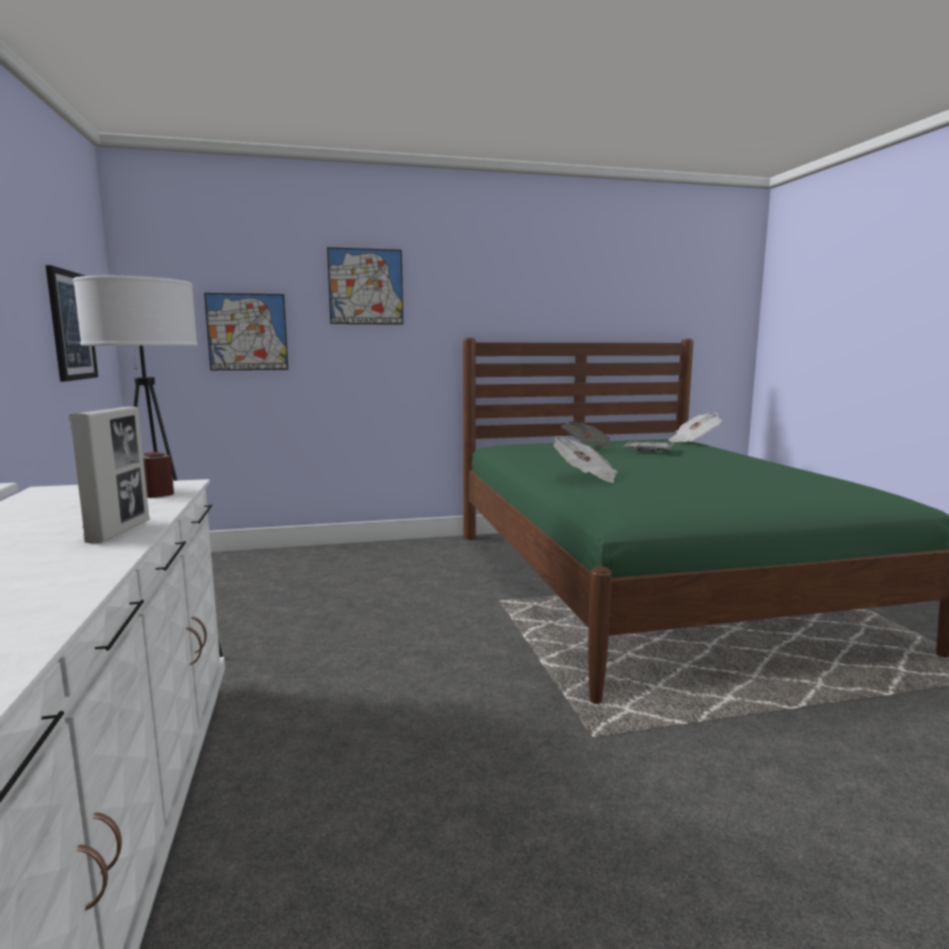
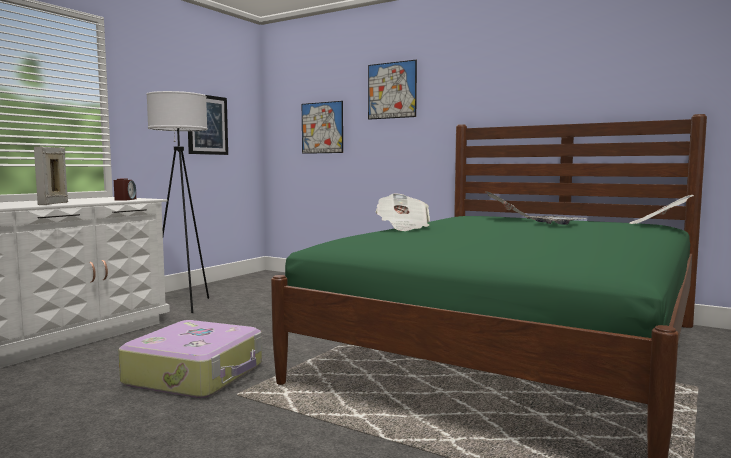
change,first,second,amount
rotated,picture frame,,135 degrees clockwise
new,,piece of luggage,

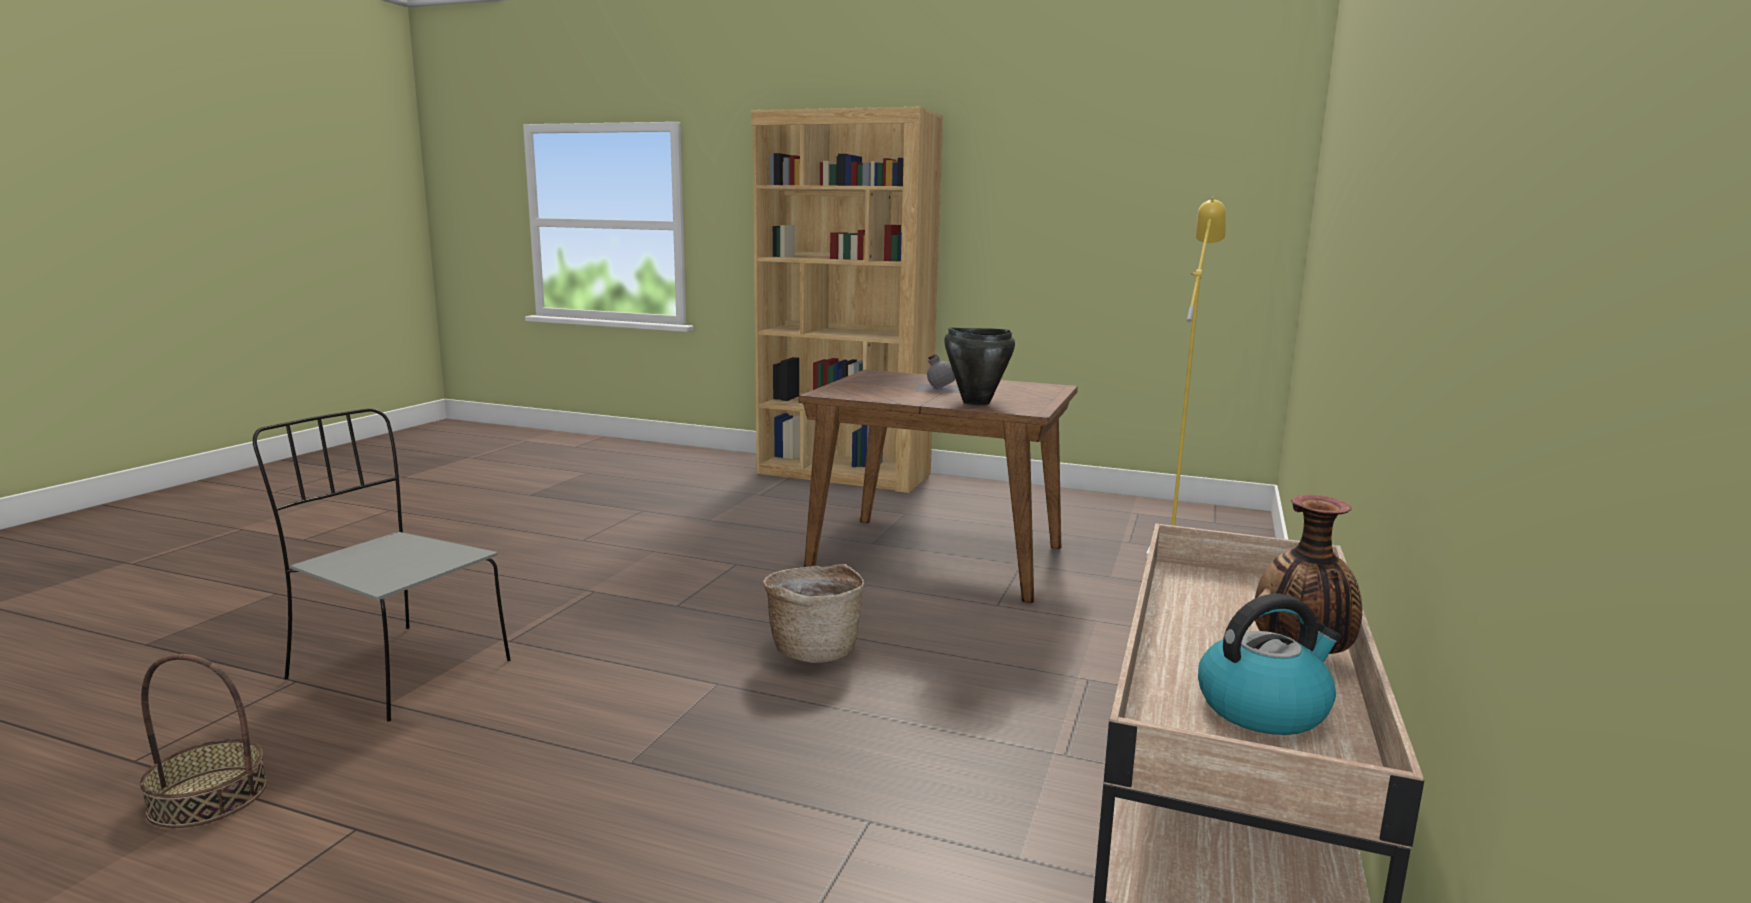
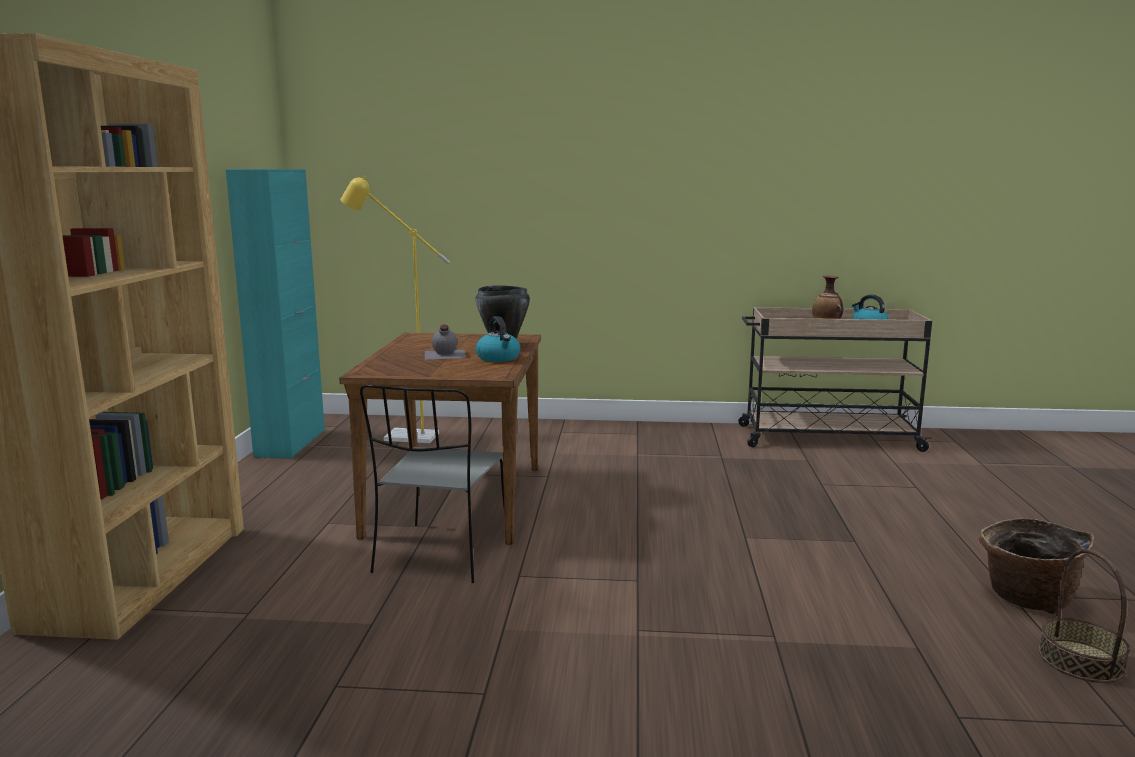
change,first,second,amount
shifted,plain chair/gray,,
shifted,household basket (no. 2 from left in the first image),household basket (no. 1 from left),
new,,cabinet/turquoise-coloured,
new,,kettle (no. 1 from left),

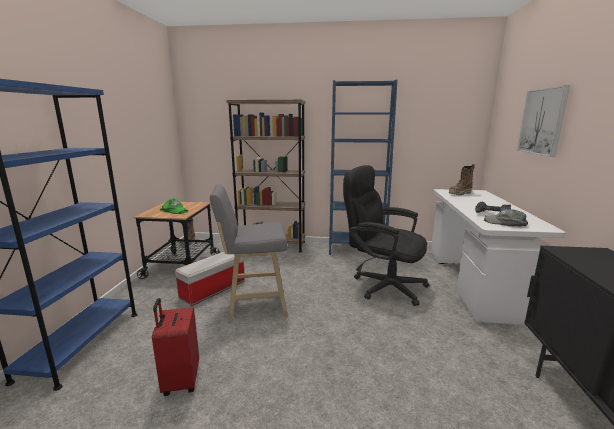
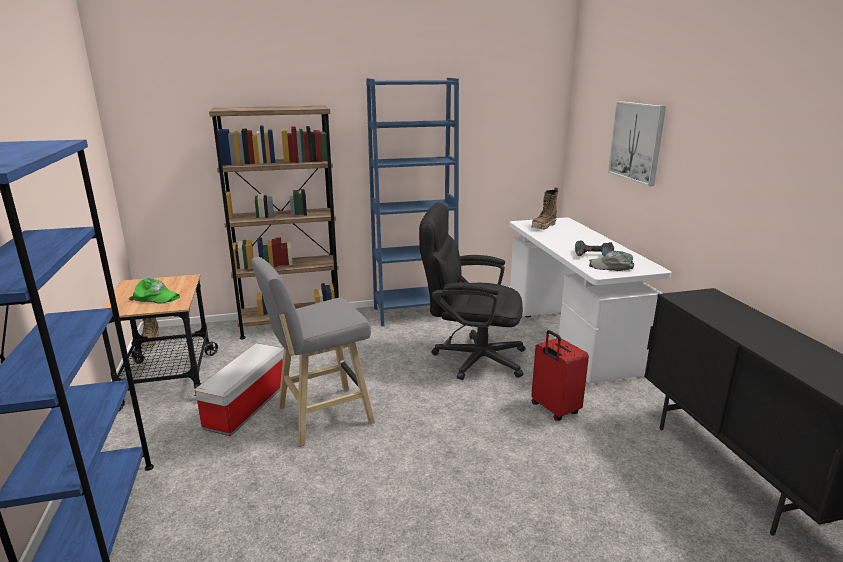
change,first,second,amount
shifted,piece of luggage/reddish,,

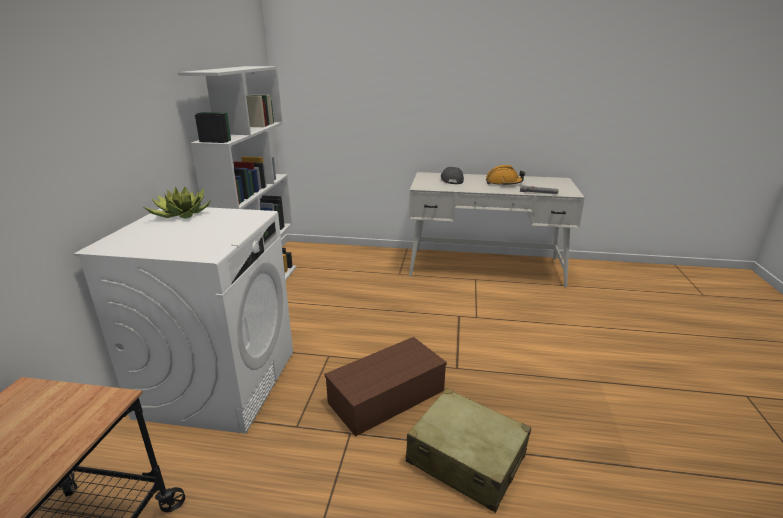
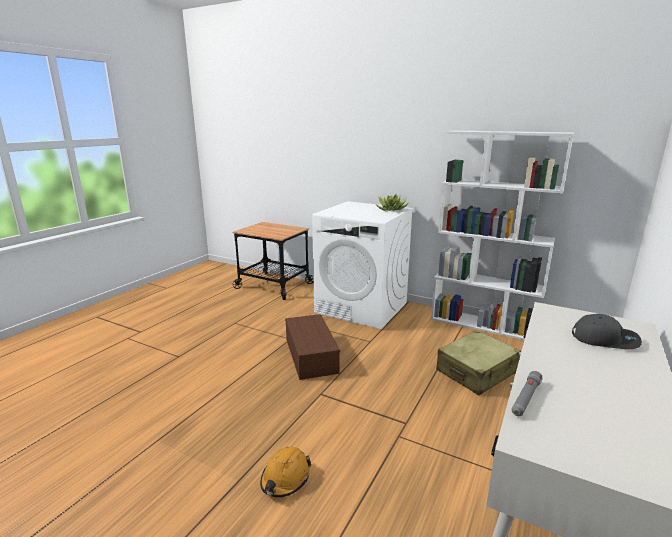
change,first,second,amount
shifted,piece of luggage/beige,,
shifted,work helmet/orange,,

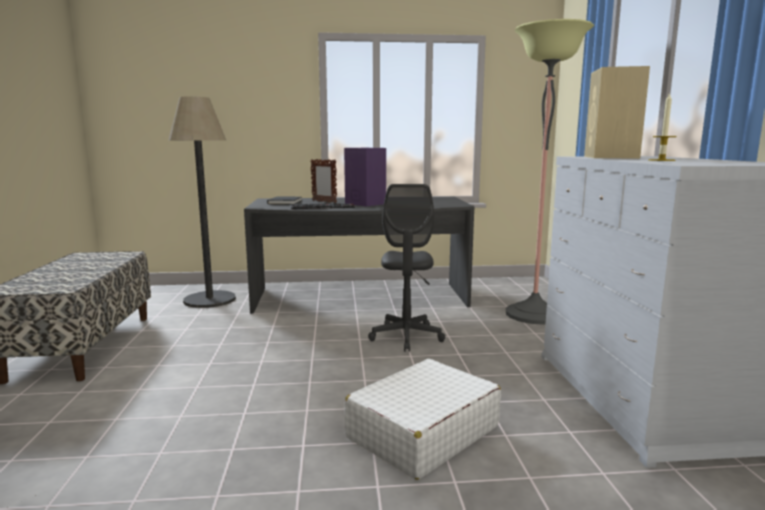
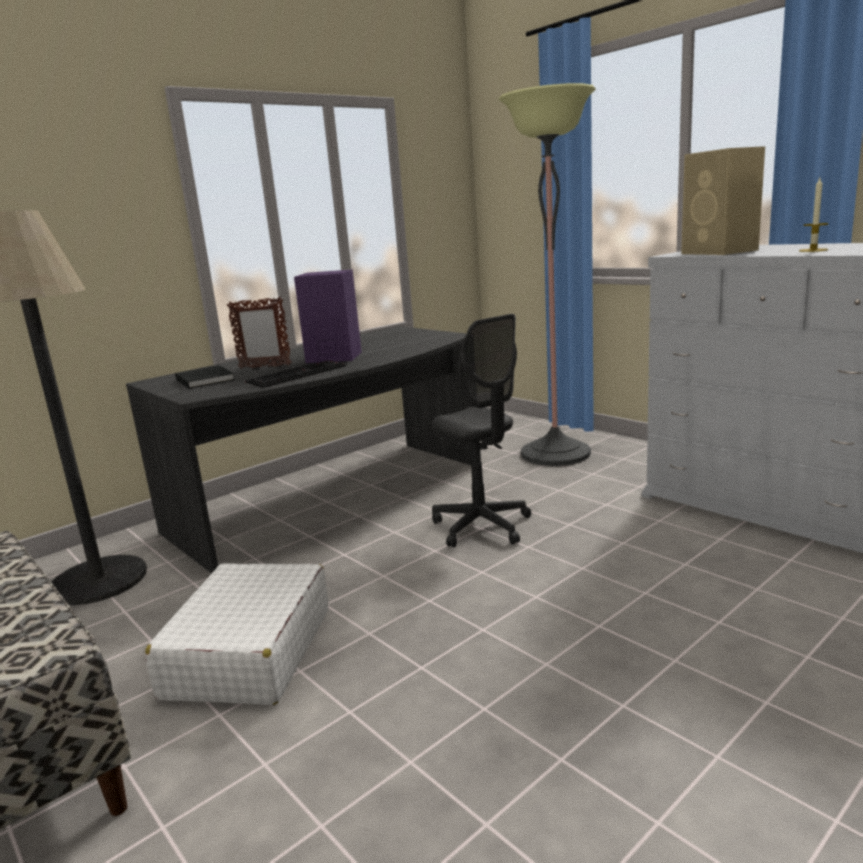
change,first,second,amount
shifted,piece of luggage/white,,

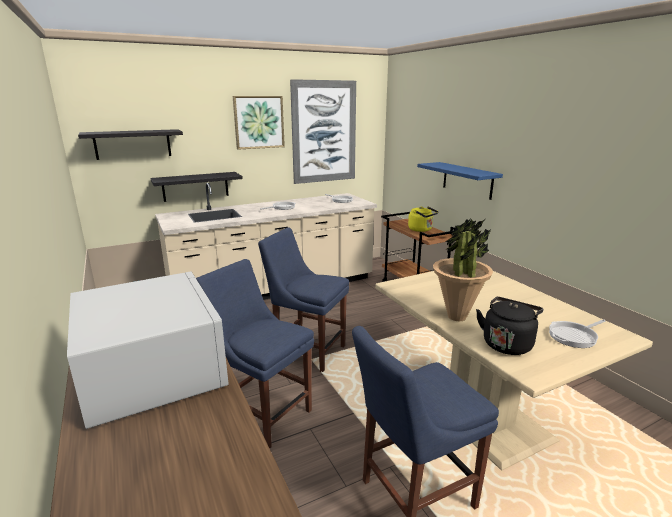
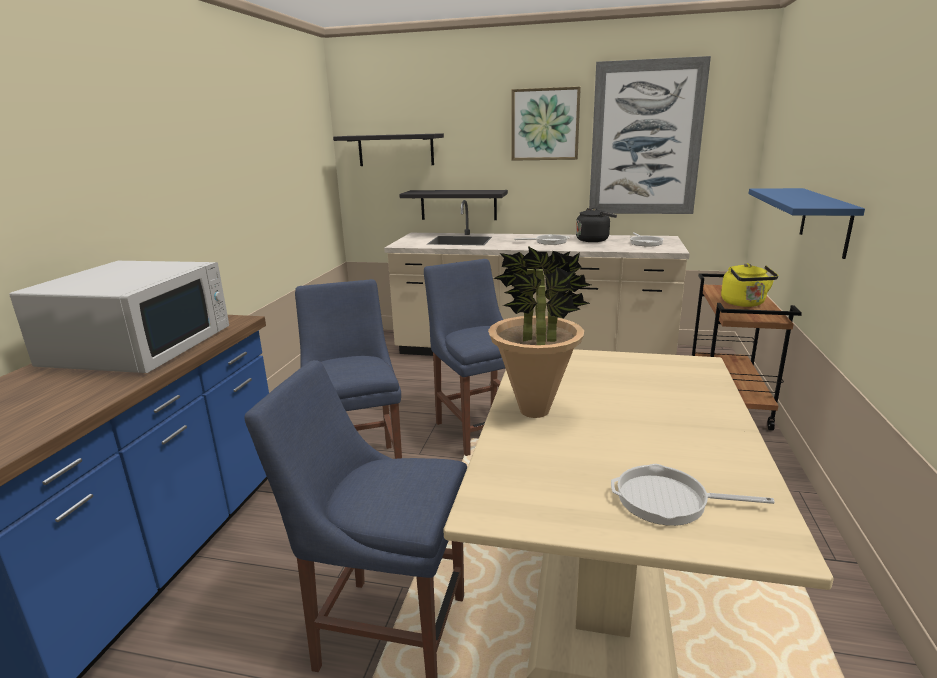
change,first,second,amount
shifted,kettle/black-coloured,,

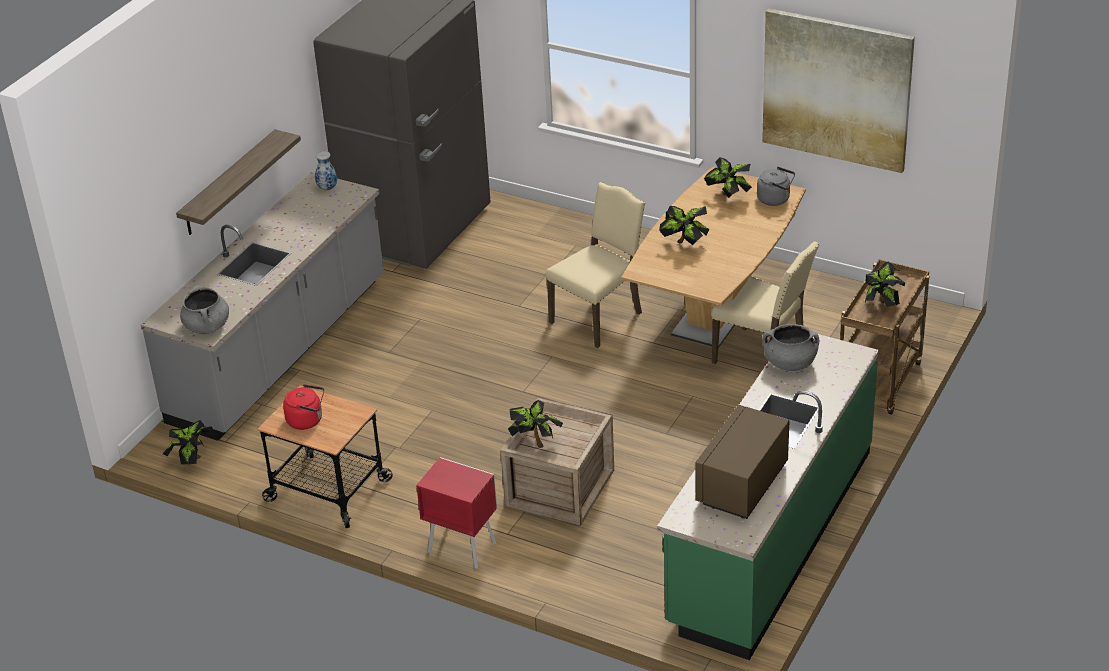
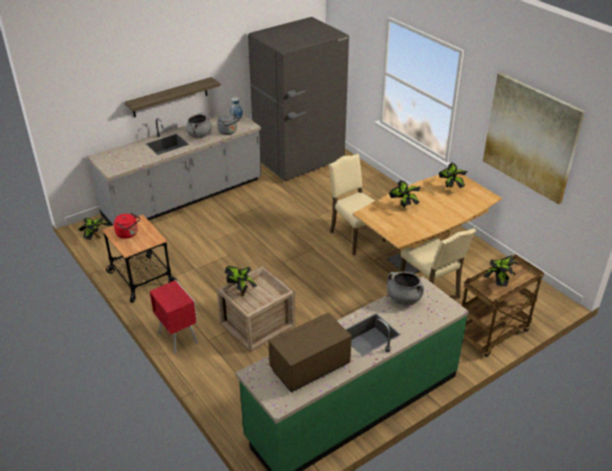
change,first,second,amount
shifted,cooking pot/gray (no. 1 from left),,
rotated,plain chair/beige (no. 1 from left),,105 degrees counterclockwise
shifted,kettle/gray,,

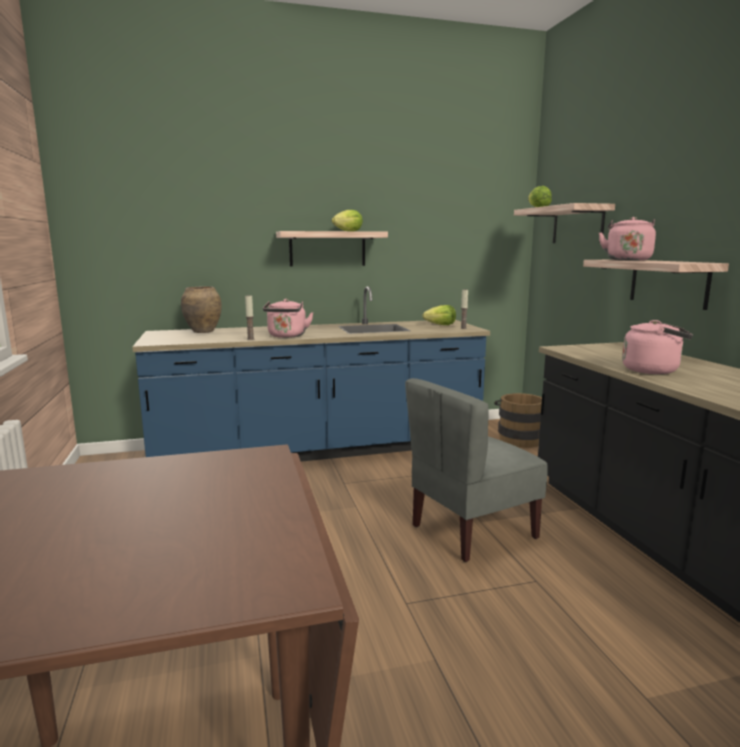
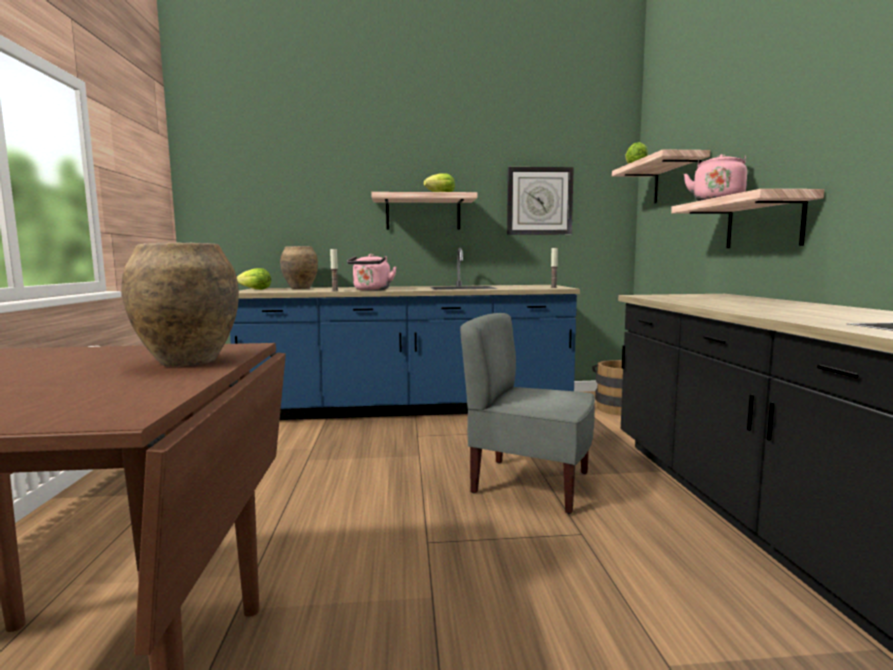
change,first,second,amount
rotated,plain chair/gray,,45 degrees clockwise
shifted,head of lettuce (no. 2 from left in the first image),head of lettuce (no. 1 from left),
gone,kettle/pink (no. 3 from left),,
new,,vase/brownish (no. 1 from left),
new,,wall clock,

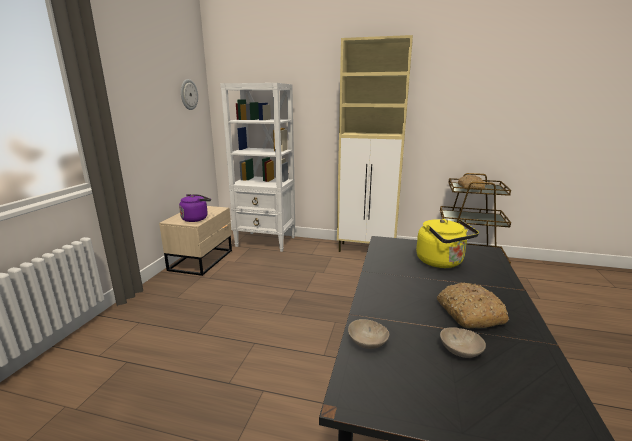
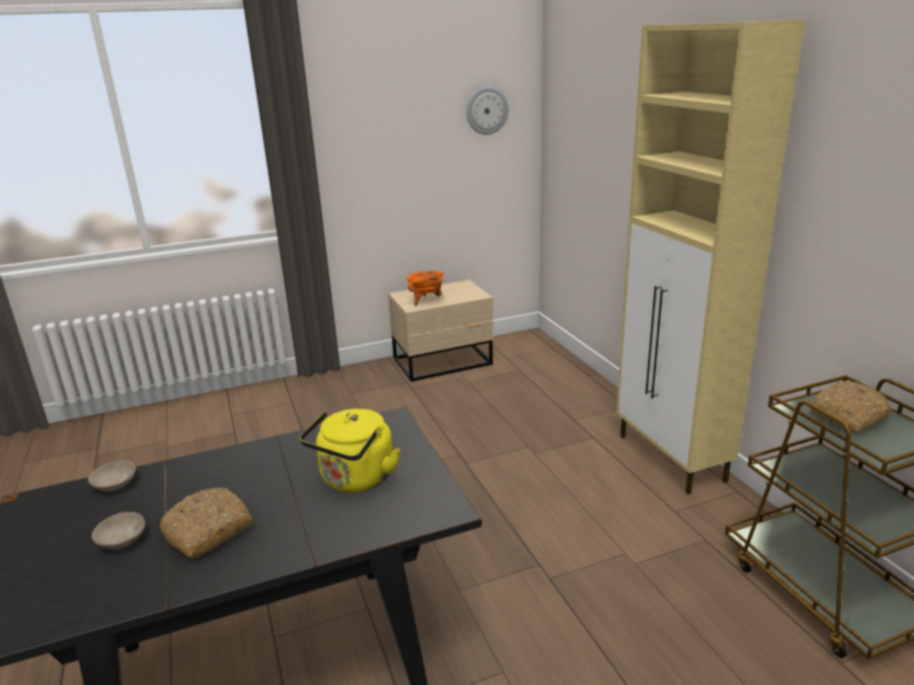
change,first,second,amount
swapped,kettle/purple-coloured,cooking pot/orange,
gone,bookcase/white,,

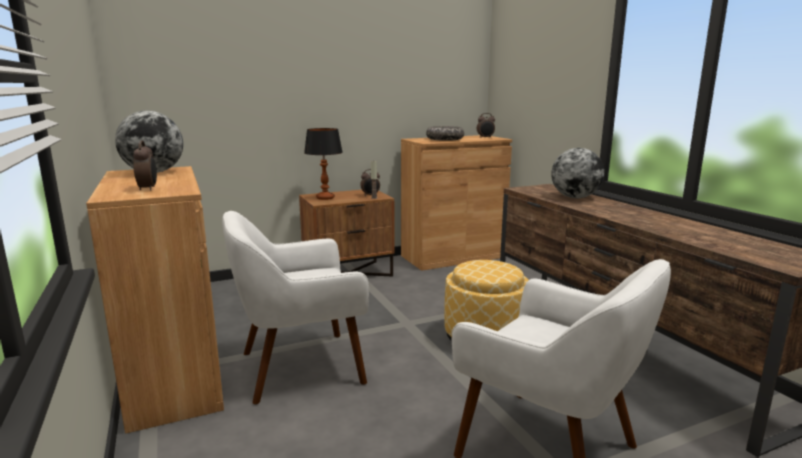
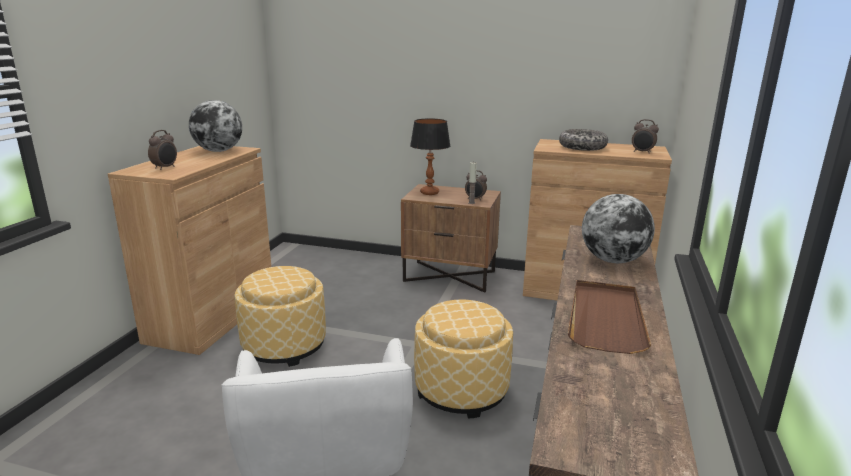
change,first,second,amount
swapped,armchair/white (no. 1 from left),ottoman (no. 1 from left),
new,,tray/brownish,

